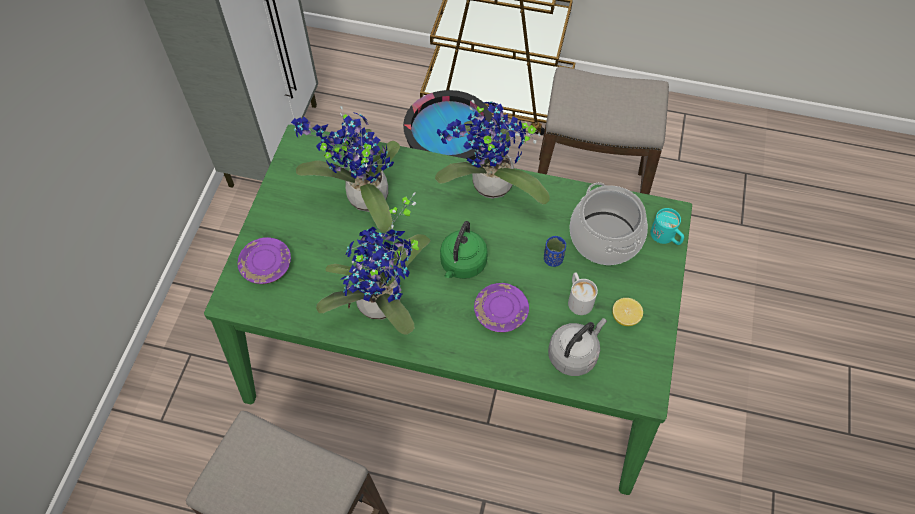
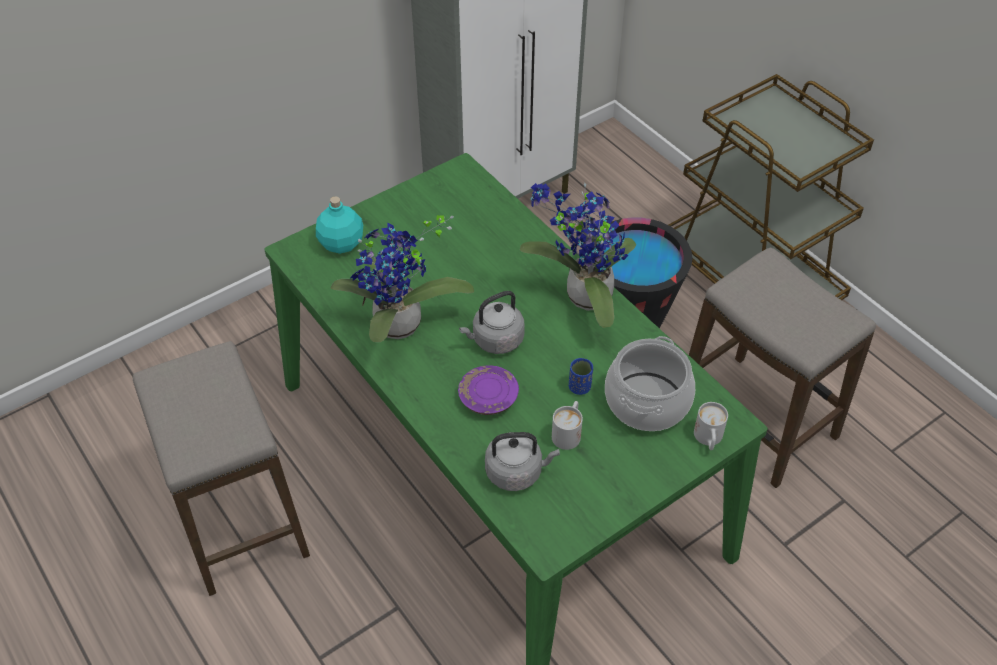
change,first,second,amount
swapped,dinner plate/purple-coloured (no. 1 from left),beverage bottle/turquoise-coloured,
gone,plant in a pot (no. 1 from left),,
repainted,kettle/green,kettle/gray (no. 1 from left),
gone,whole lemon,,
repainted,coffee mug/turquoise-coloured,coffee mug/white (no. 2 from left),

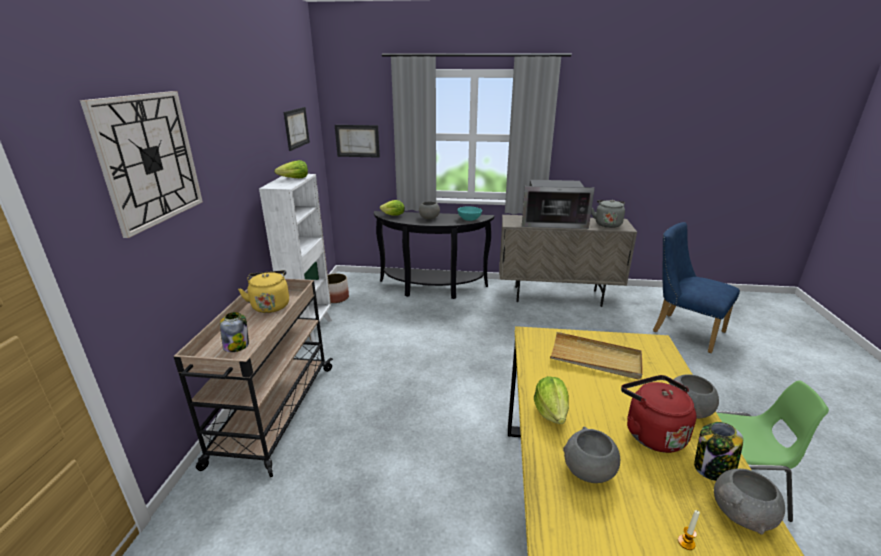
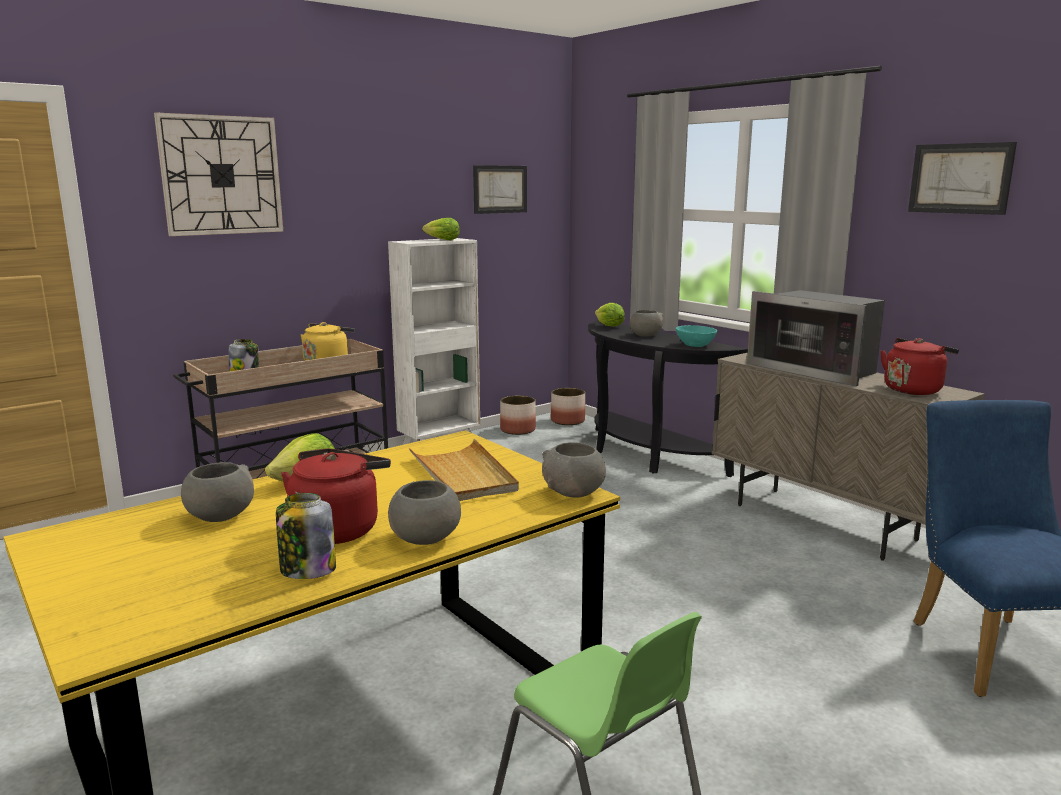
change,first,second,amount
shifted,wall art (no. 2 from left),,
repainted,kettle/gray,kettle/reddish (no. 2 from left),
gone,candle,,
shifted,serving bowl/gray (no. 4 from left in the first image),serving bowl/gray (no. 3 from left),
new,,flower pot (no. 2 from left),

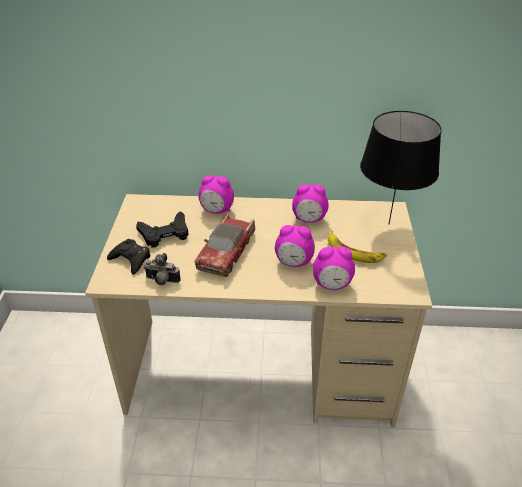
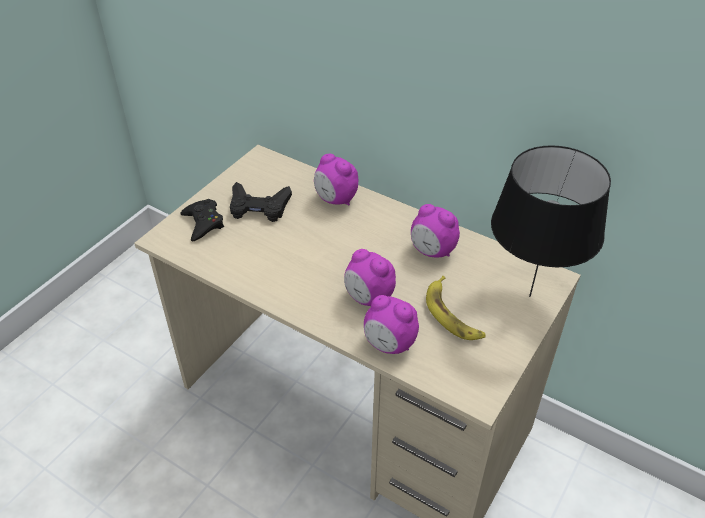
change,first,second,amount
gone,photo camera,,
gone,toy car,,

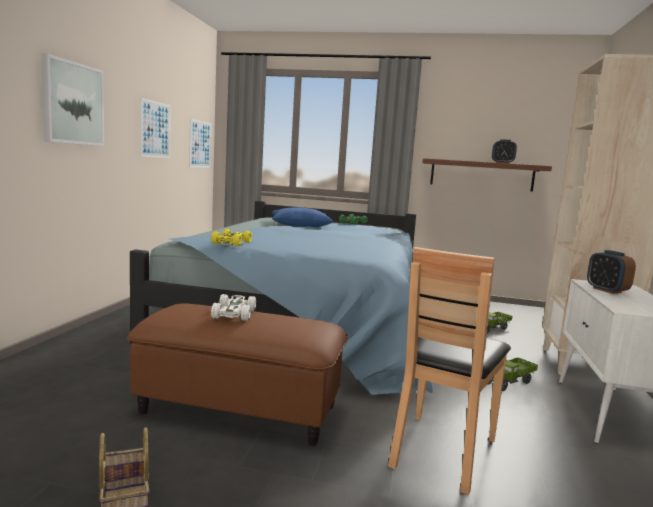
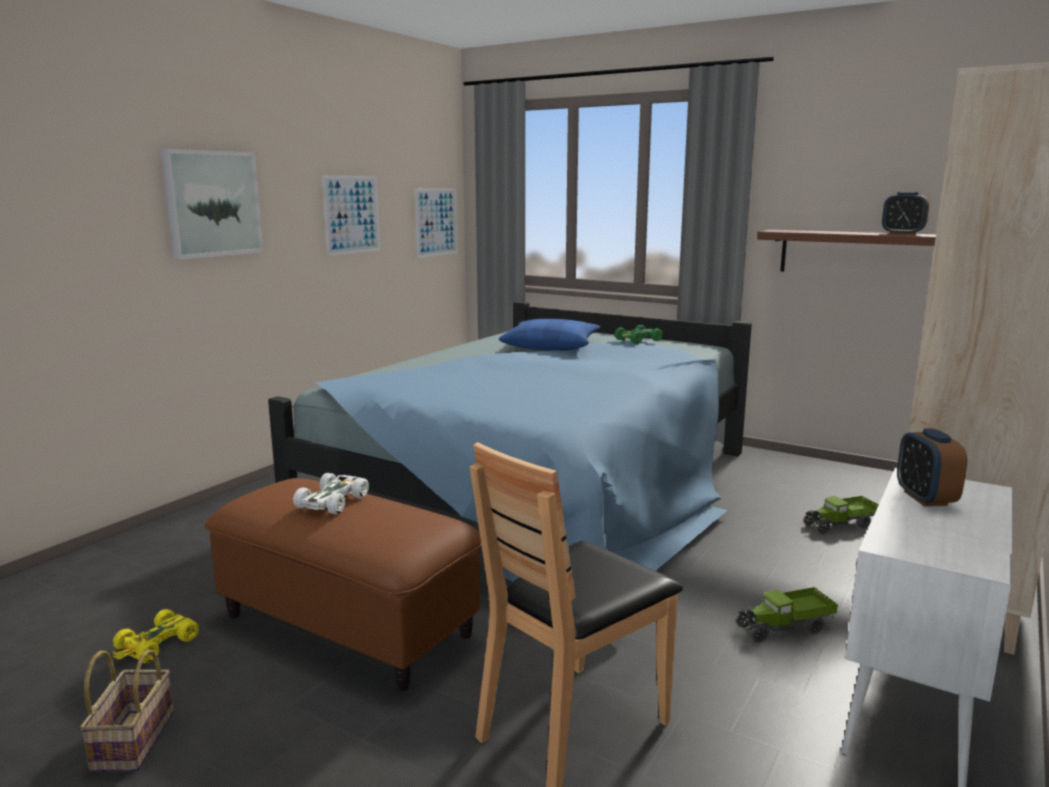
change,first,second,amount
shifted,toy car/yellow,,

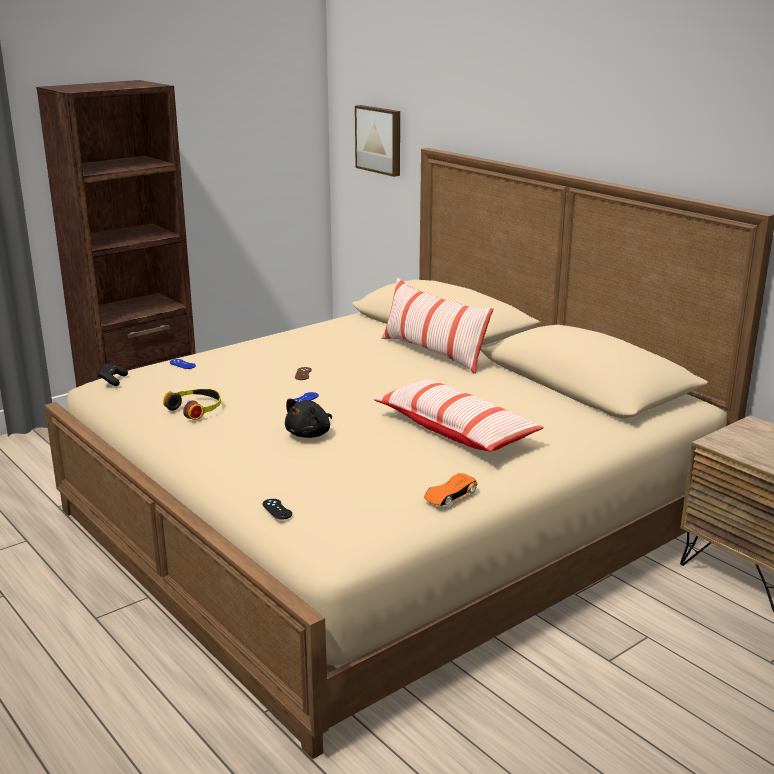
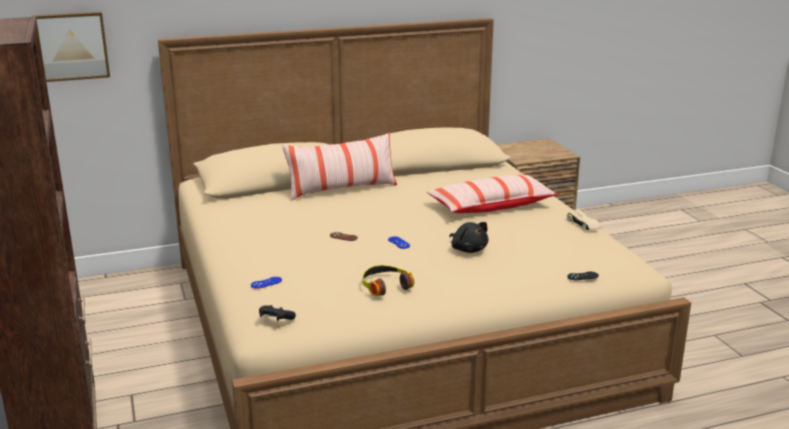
change,first,second,amount
repainted,toy car/orange,toy car/beige,

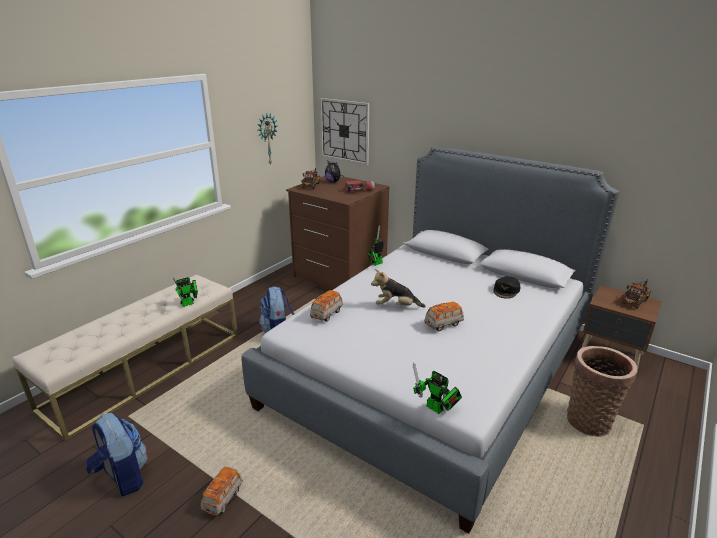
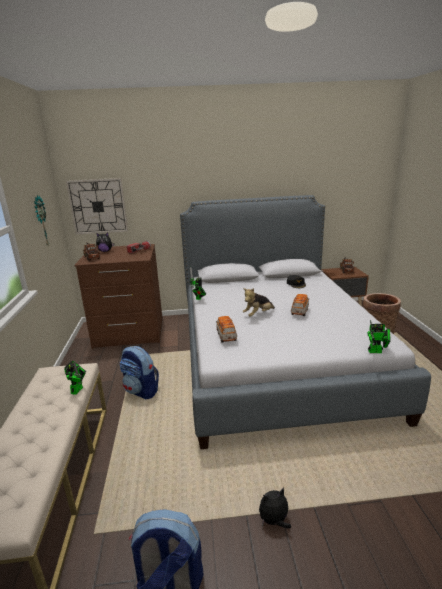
change,first,second,amount
swapped,toy car (no. 1 from left),plush toy (no. 3 from left),

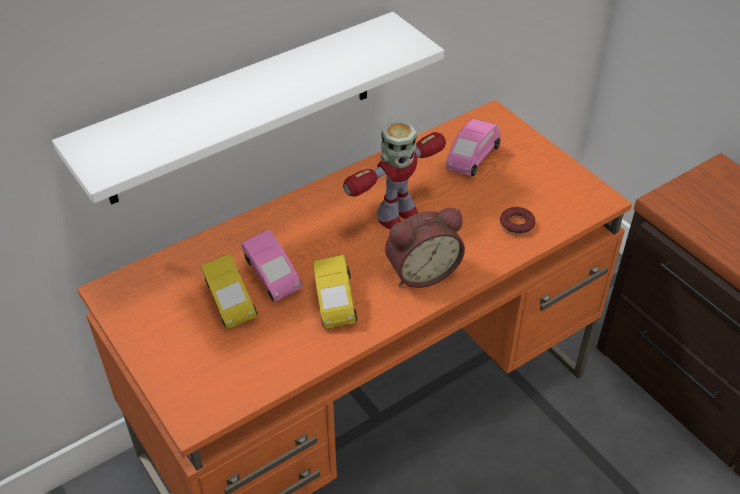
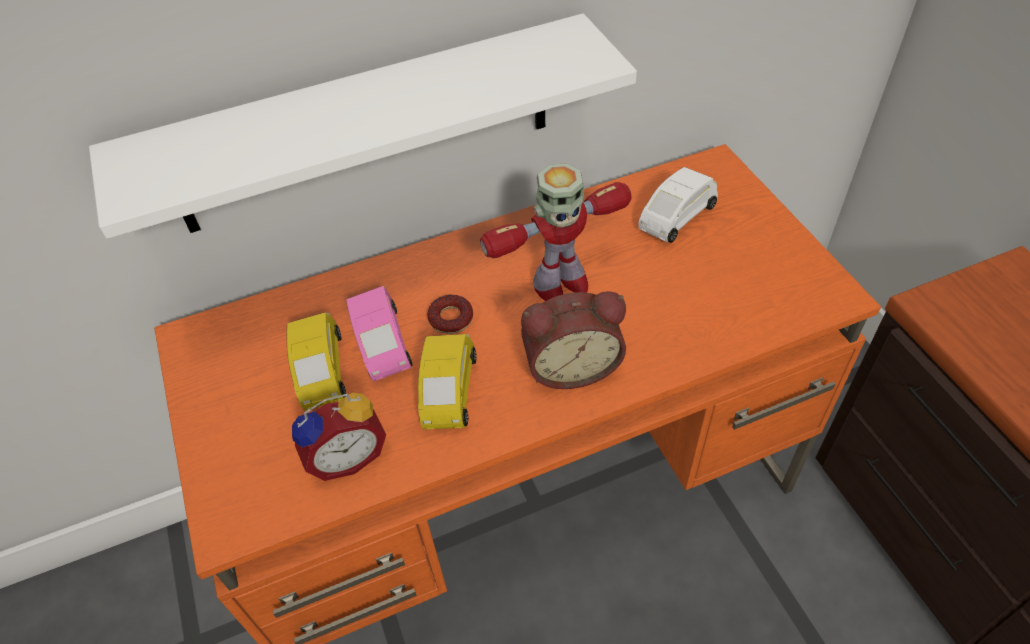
change,first,second,amount
repainted,toy car/pink (no. 2 from left),toy car/white,
shifted,ring doughnut,,
new,,table clock (no. 1 from left),

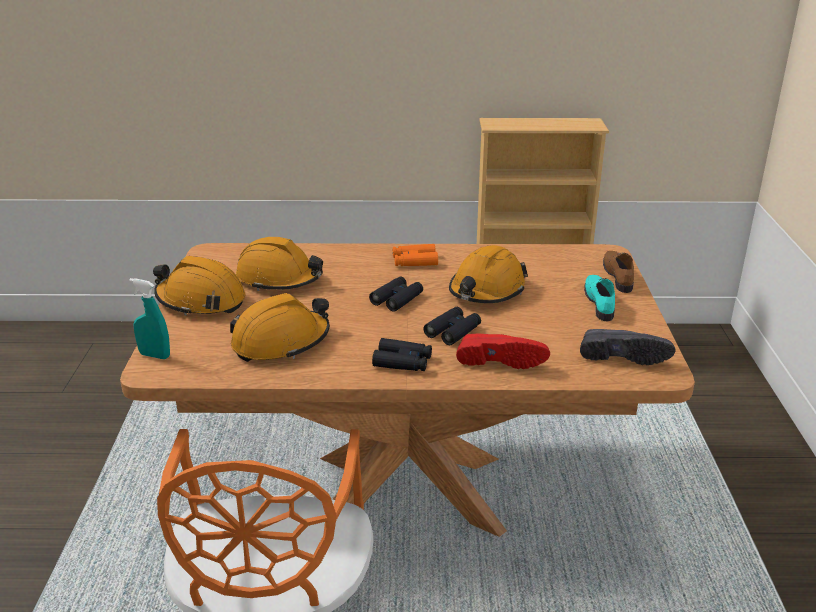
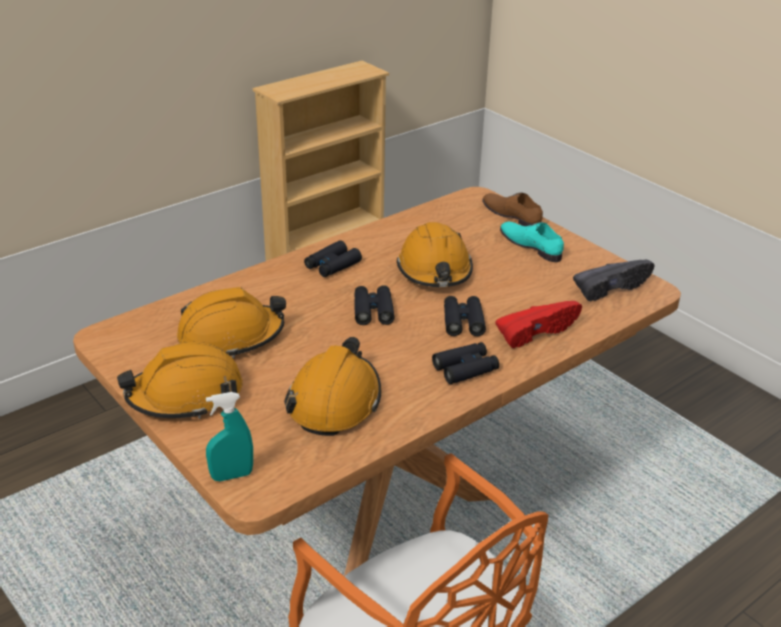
change,first,second,amount
repainted,binoculars/orange,binoculars/black-coloured (no. 1 from left),

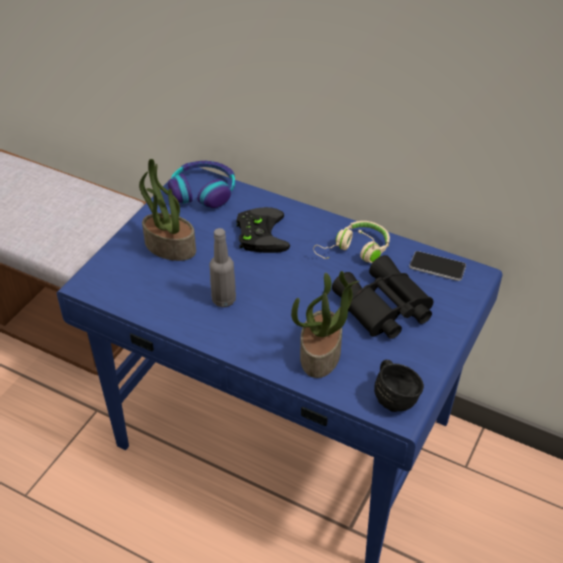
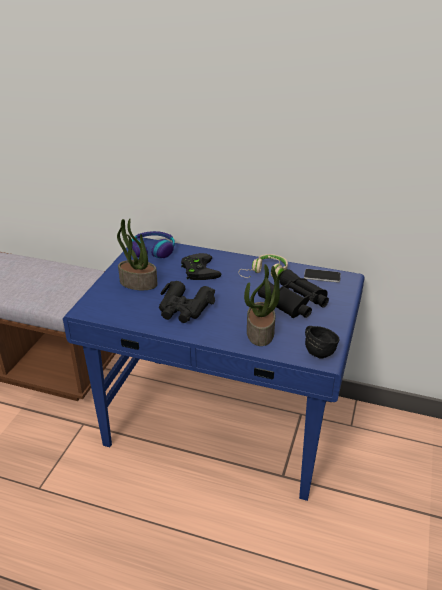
change,first,second,amount
swapped,beverage bottle/gray,binoculars/black-coloured (no. 1 from left),

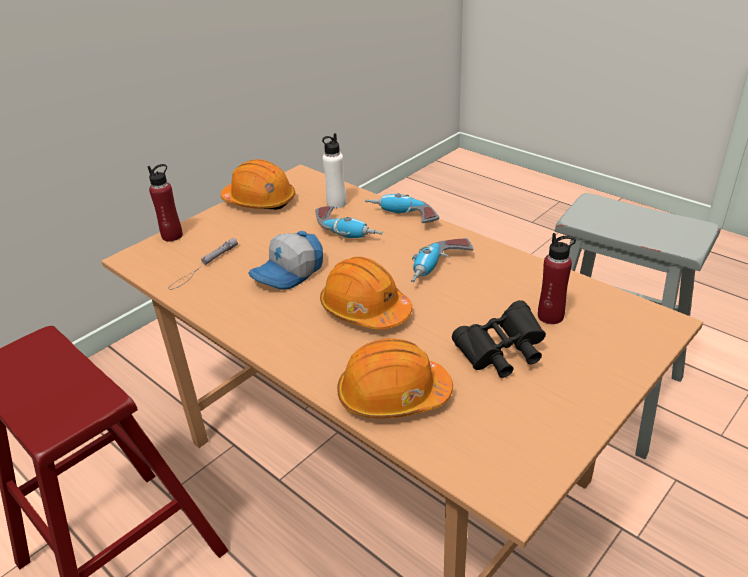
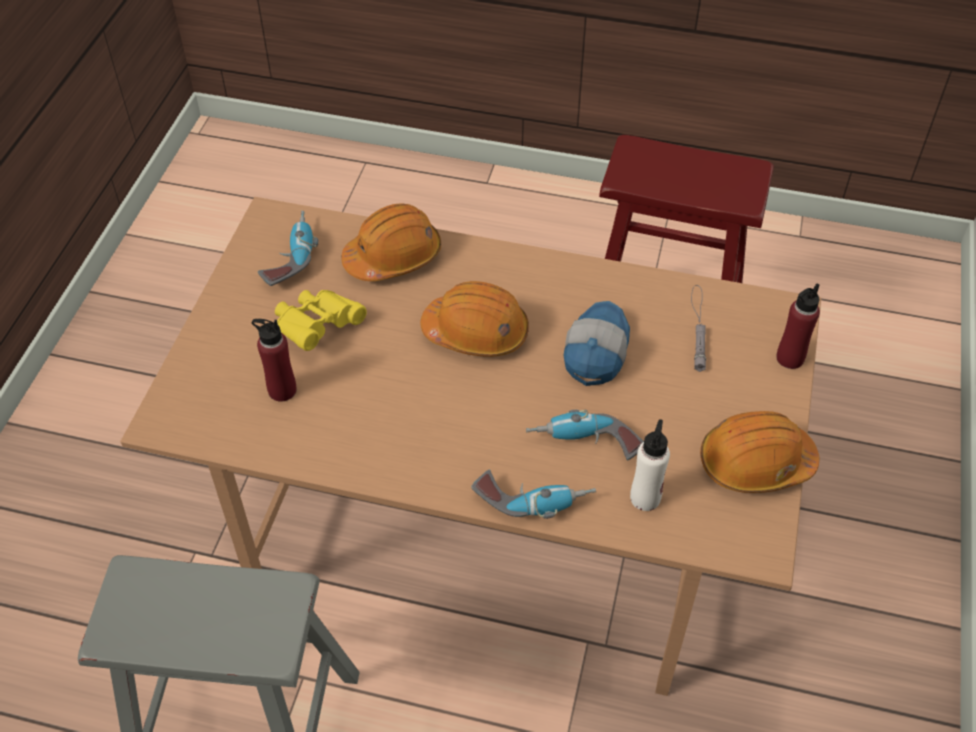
change,first,second,amount
shifted,drill (no. 3 from left in the first image),drill (no. 1 from left),
repainted,binoculars/black-coloured,binoculars/yellow,

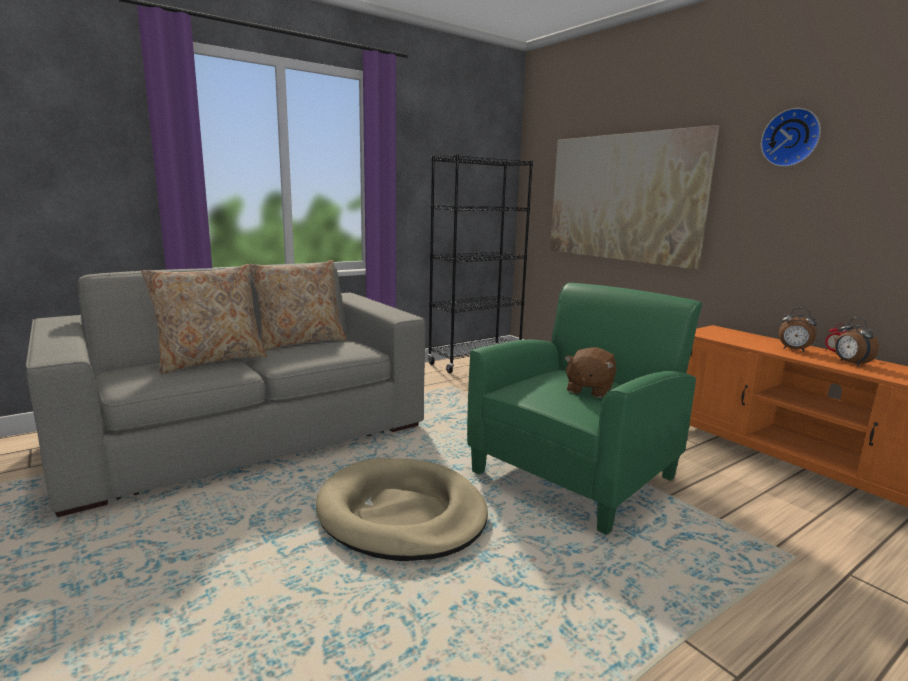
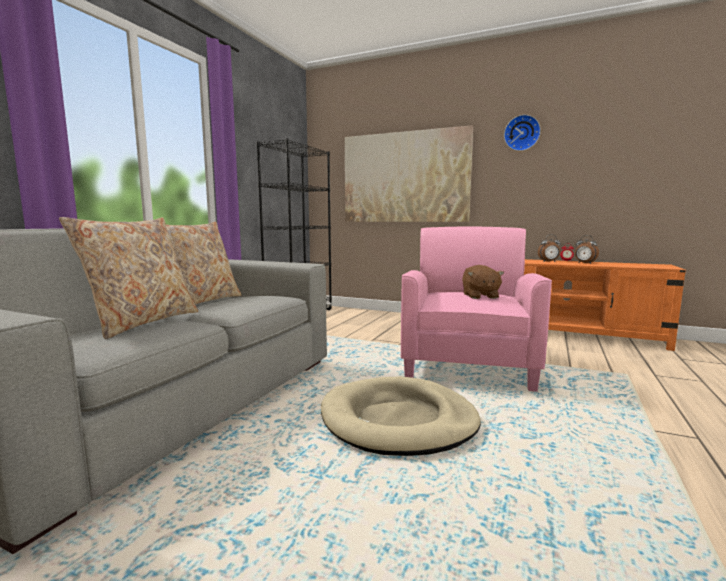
change,first,second,amount
repainted,armchair/green,armchair/pink,

